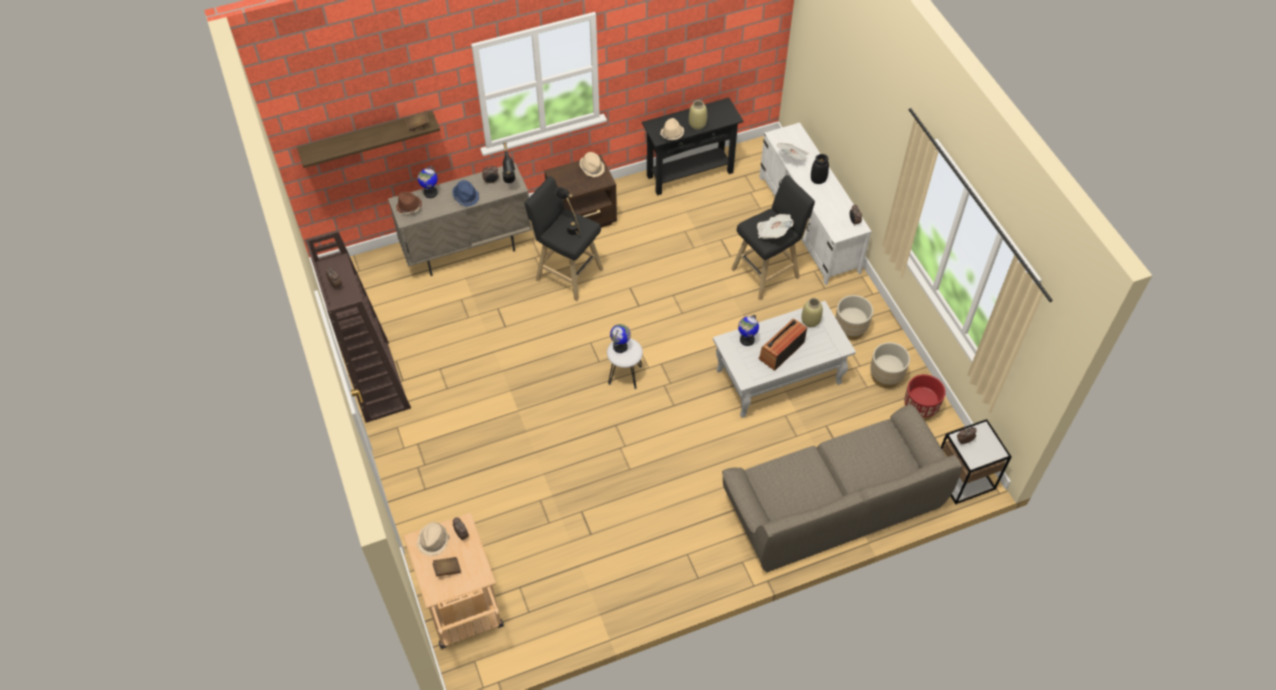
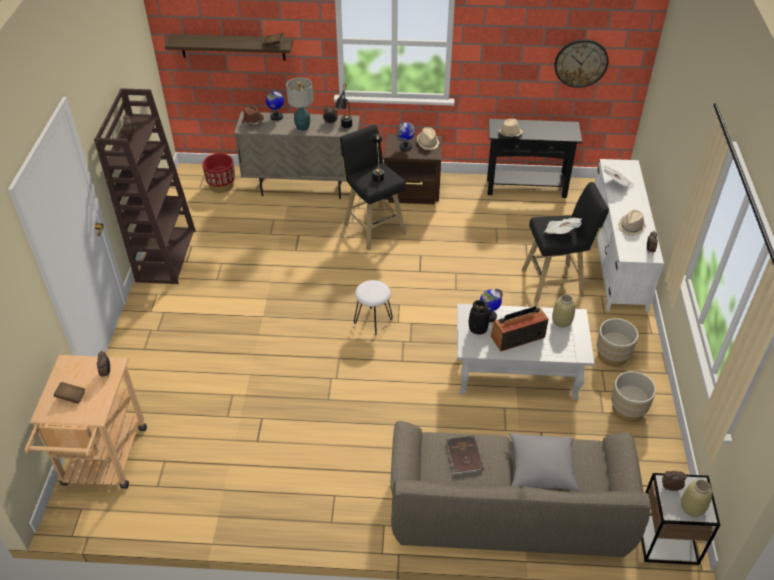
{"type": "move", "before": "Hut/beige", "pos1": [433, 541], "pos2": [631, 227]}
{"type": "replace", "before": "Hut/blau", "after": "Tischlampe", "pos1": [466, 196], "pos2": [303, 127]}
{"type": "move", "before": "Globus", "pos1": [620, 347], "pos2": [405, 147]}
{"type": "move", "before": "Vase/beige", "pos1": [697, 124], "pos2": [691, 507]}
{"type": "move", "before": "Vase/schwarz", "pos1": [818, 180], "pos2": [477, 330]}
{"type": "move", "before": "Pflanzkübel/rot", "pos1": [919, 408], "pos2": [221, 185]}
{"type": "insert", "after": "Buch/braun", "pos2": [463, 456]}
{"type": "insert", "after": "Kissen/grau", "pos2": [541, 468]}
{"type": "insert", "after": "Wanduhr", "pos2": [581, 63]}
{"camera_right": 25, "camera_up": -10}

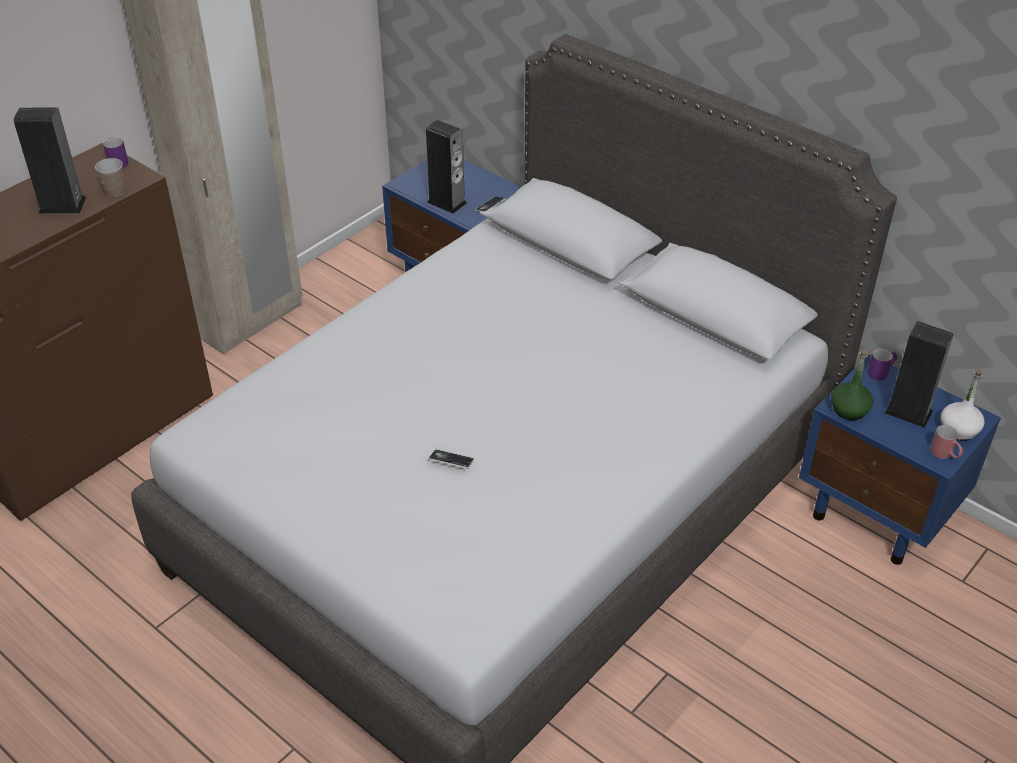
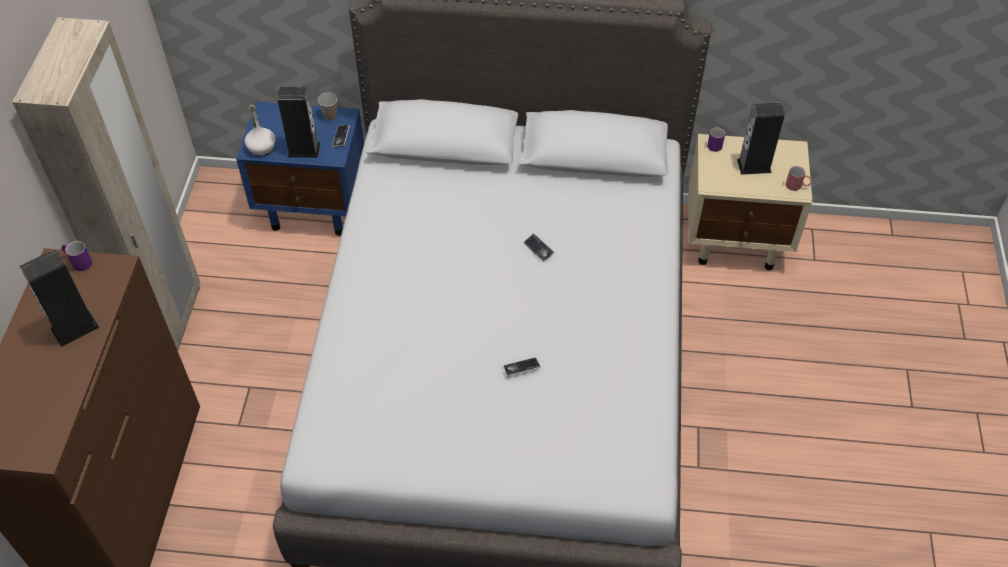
{"type": "move", "before": "Tasse", "pos1": [115, 191], "pos2": [330, 116]}
{"type": "recolor", "before": "Nachttisch/blau", "after": "Nachttisch/beige", "pos1": [878, 515], "pos2": [736, 240]}
{"type": "delete", "before": "Flasche/grün", "pos1": [849, 410]}
{"type": "move", "before": "Flasche/weiß", "pos1": [959, 430], "pos2": [262, 148]}
{"type": "insert", "after": "Handy", "pos2": [538, 249]}
{"camera_right": -35, "camera_up": 10}

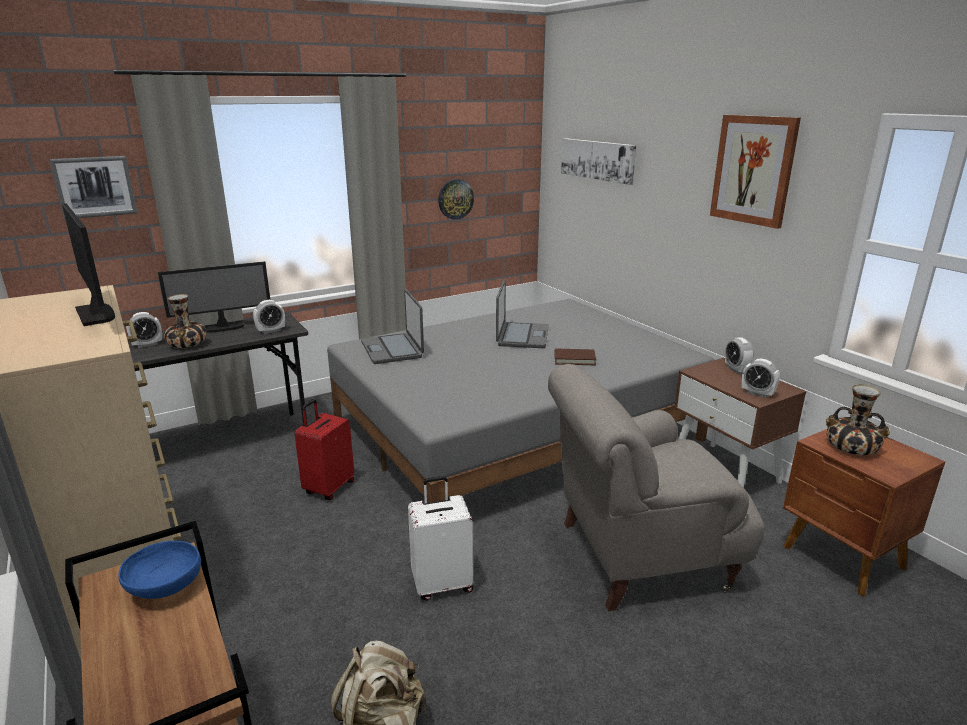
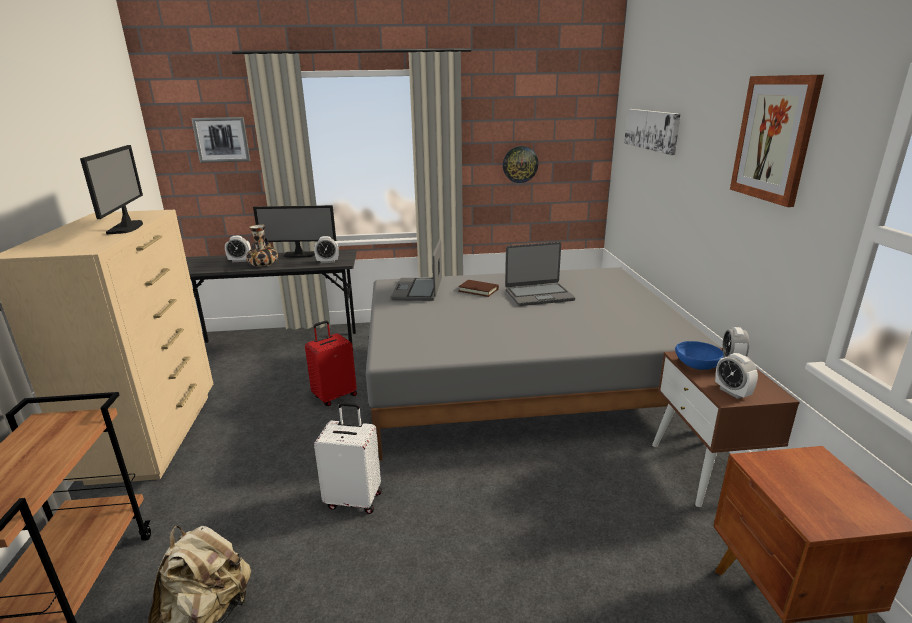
{"type": "move", "before": "Schüssel/blau", "pos1": [164, 587], "pos2": [696, 366]}
{"type": "rotate", "before": "Laptop", "pos1": [522, 336], "pos2": [539, 295], "turn": 45}
{"type": "delete", "before": "Sessel/grau", "pos1": [638, 555]}
{"type": "move", "before": "Buch/braun", "pos1": [574, 359], "pos2": [478, 290]}
{"type": "delete", "before": "Vase", "pos1": [852, 448]}
{"camera_right": 25, "camera_up": 0}

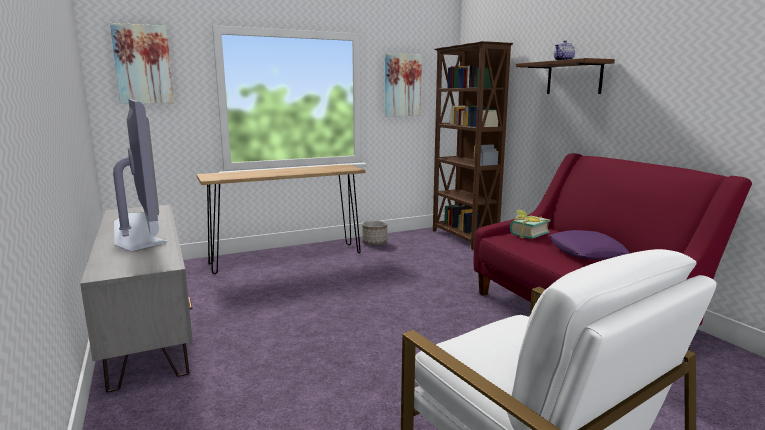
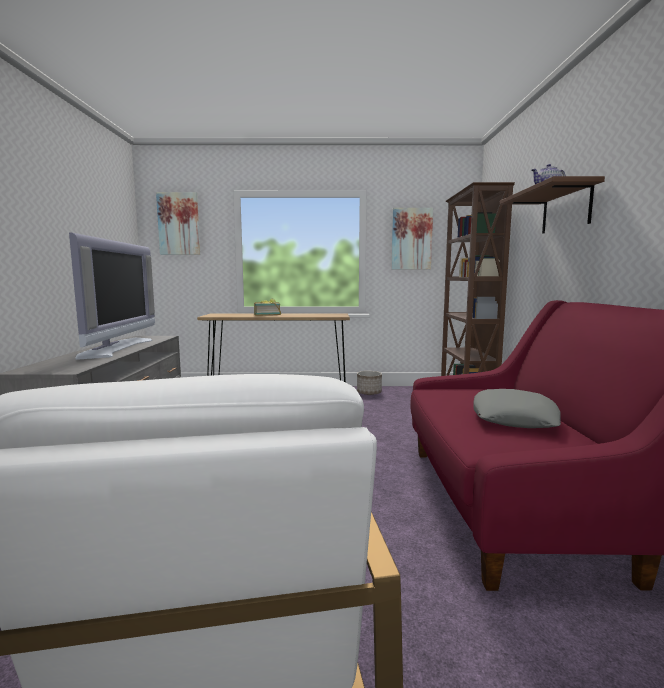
{"type": "move", "before": "Buch", "pos1": [526, 234], "pos2": [266, 314]}
{"type": "recolor", "before": "Kissen/lila", "after": "Kissen/grau", "pos1": [586, 252], "pos2": [514, 417]}
{"camera_right": 25, "camera_up": -5}

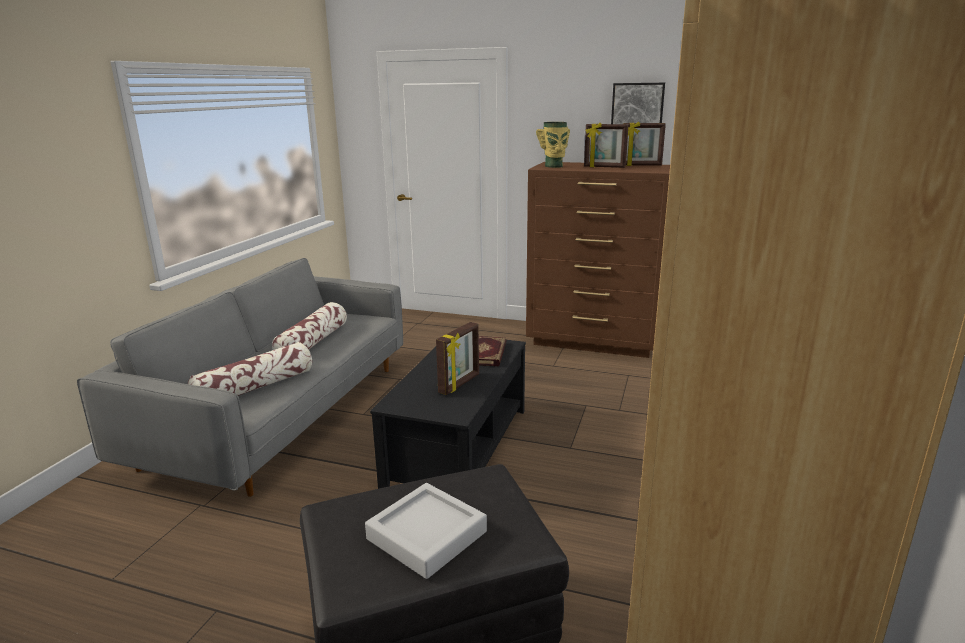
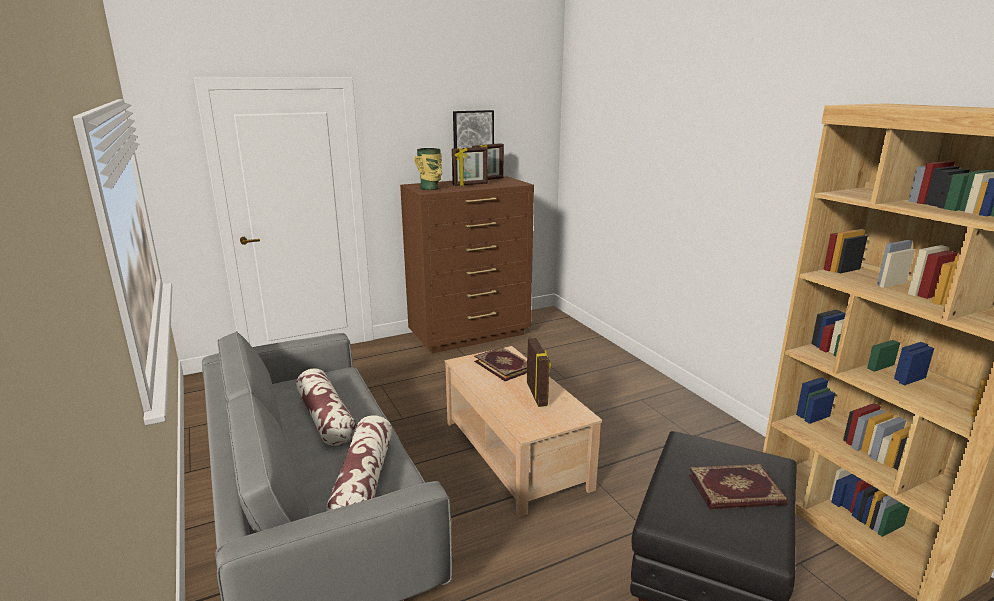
{"type": "replace", "before": "Tablett/grau", "after": "Buch", "pos1": [427, 535], "pos2": [736, 491]}
{"type": "recolor", "before": "Couchtisch/schwarz", "after": "Couchtisch/beige", "pos1": [457, 446], "pos2": [513, 454]}
{"camera_right": -45, "camera_up": 0}

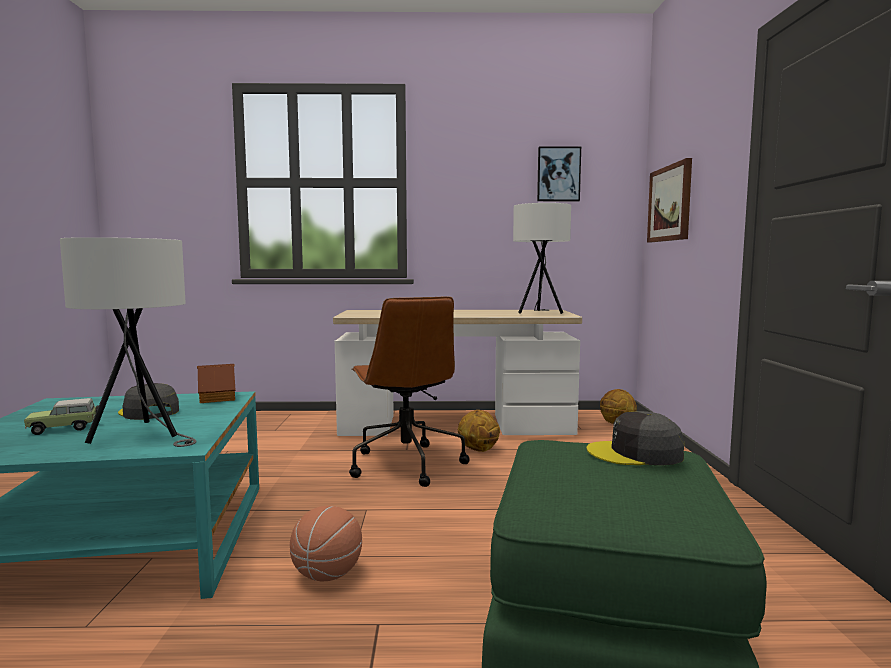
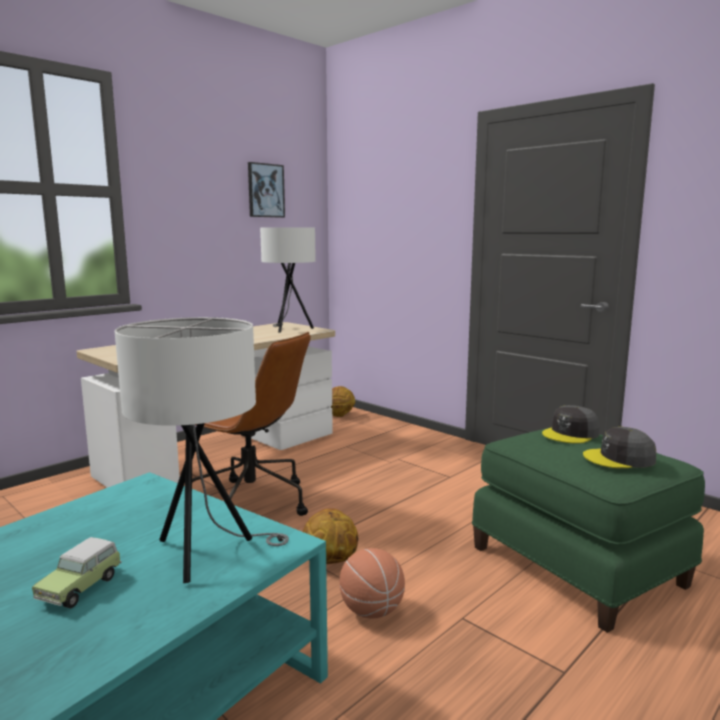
{"type": "move", "before": "Kappe/grau", "pos1": [148, 412], "pos2": [619, 458]}
{"type": "delete", "before": "Spielzeughaus", "pos1": [218, 397]}
{"type": "move", "before": "Basketball", "pos1": [478, 450], "pos2": [329, 561]}
{"type": "delete", "before": "Bild", "pos1": [670, 203]}
{"camera_right": -45, "camera_up": 5}

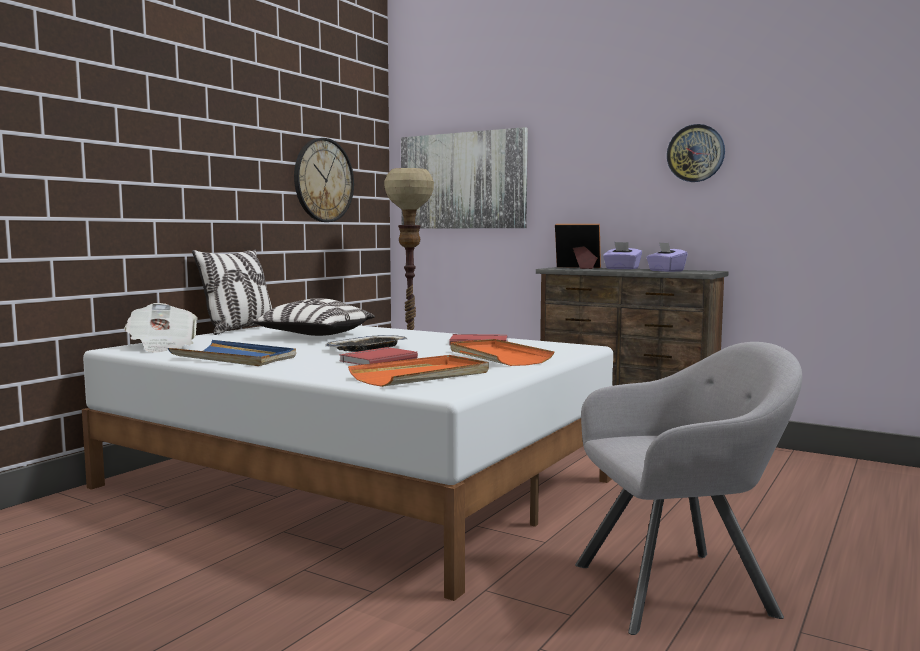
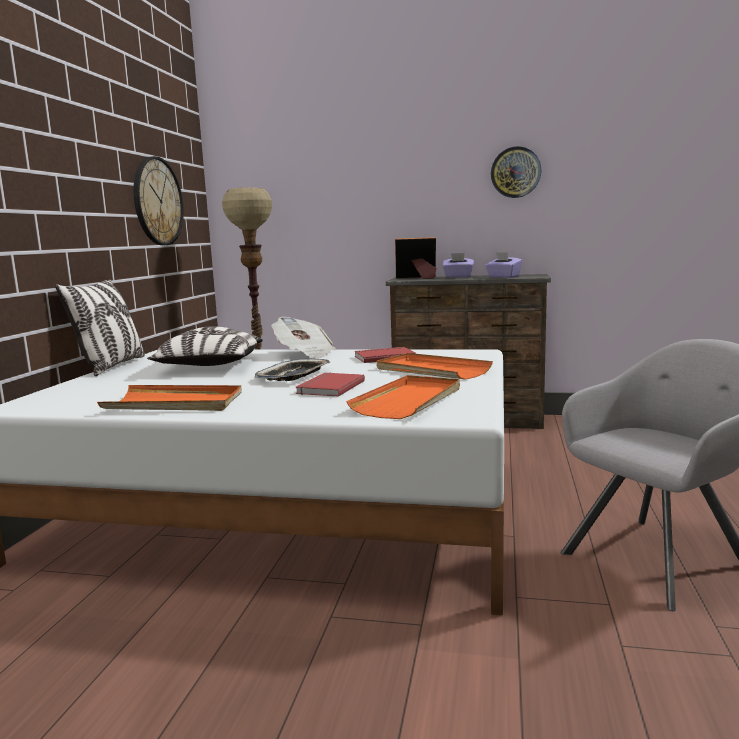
{"type": "move", "before": "Zeitung", "pos1": [162, 347], "pos2": [304, 354]}
{"type": "recolor", "before": "Tablett/blau", "after": "Tablett/orange", "pos1": [234, 358], "pos2": [174, 403]}
{"type": "delete", "before": "Bild", "pos1": [462, 181]}
{"camera_right": -20, "camera_up": 5}

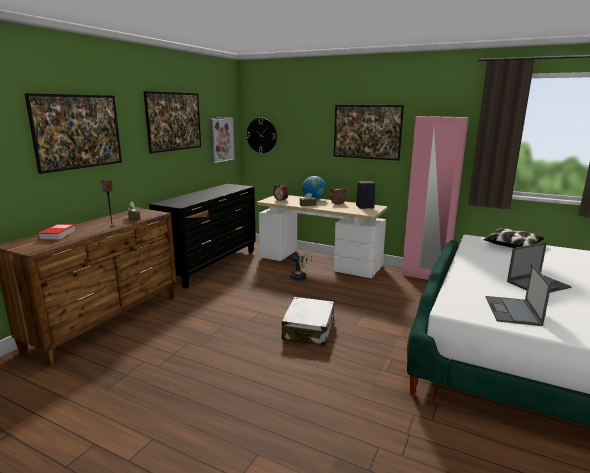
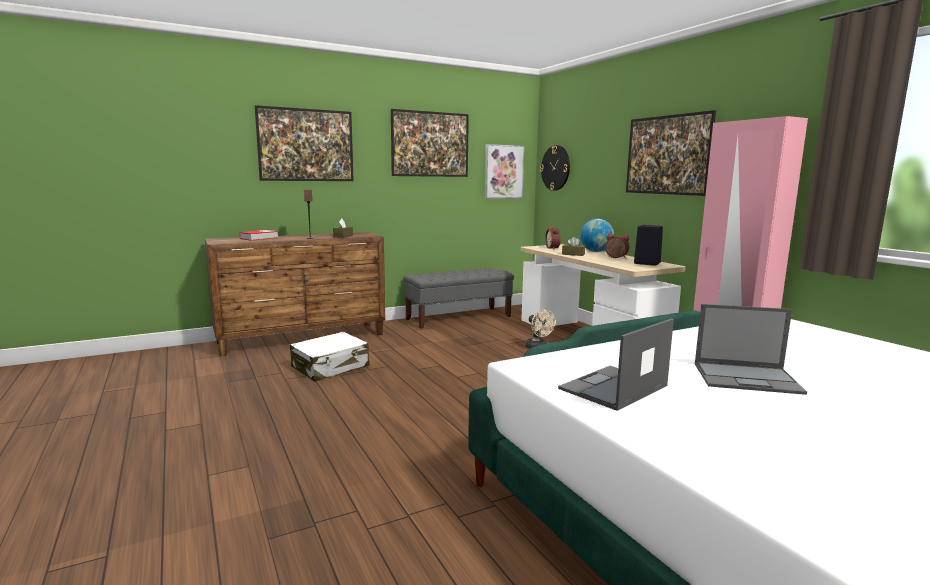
{"type": "replace", "before": "Kommode/schwarz", "after": "Bank/grau", "pos1": [211, 265], "pos2": [459, 318]}
{"type": "move", "before": "Koffer/weiß", "pos1": [308, 329], "pos2": [330, 367]}
{"type": "delete", "before": "Kissen", "pos1": [513, 245]}
{"camera_right": 35, "camera_up": -5}

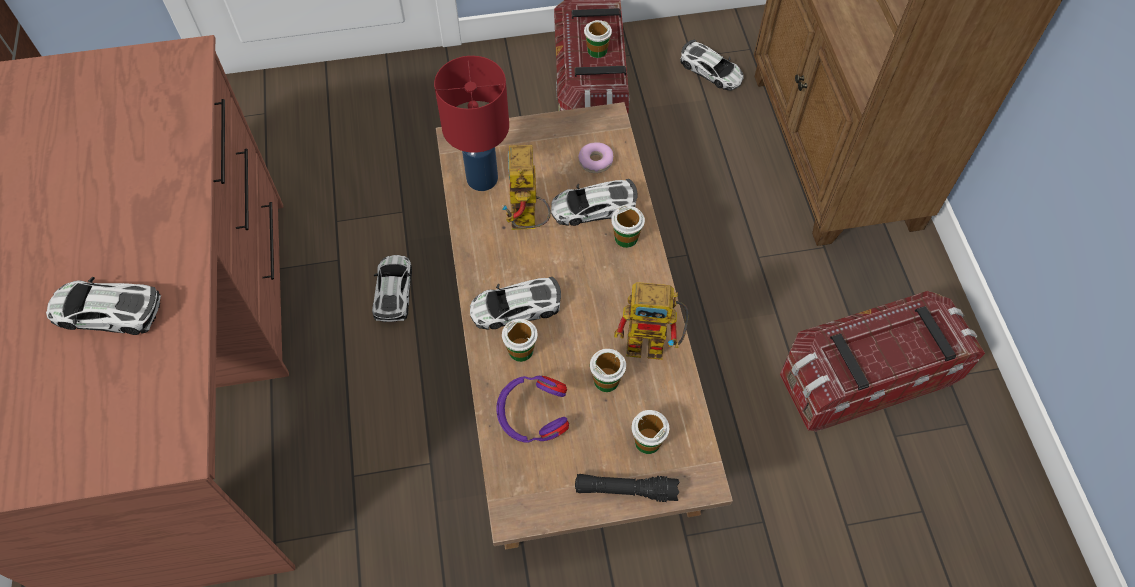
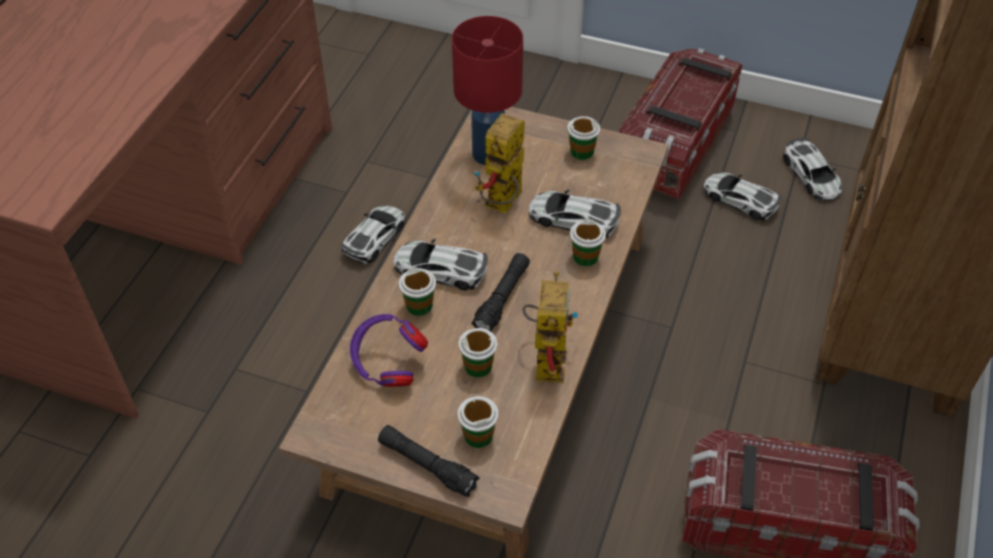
{"type": "move", "before": "Spielzeugauto", "pos1": [107, 311], "pos2": [739, 199]}
{"type": "delete", "before": "Donut", "pos1": [595, 161]}
{"type": "move", "before": "Tasse", "pos1": [597, 50], "pos2": [581, 151]}
{"type": "rotate", "before": "Spielzeugroboter", "pos1": [654, 343], "pos2": [546, 356], "turn": -120}
{"type": "insert", "after": "Taschenlampe/schwarz", "pos2": [502, 299]}
{"camera_right": 30, "camera_up": -10}

